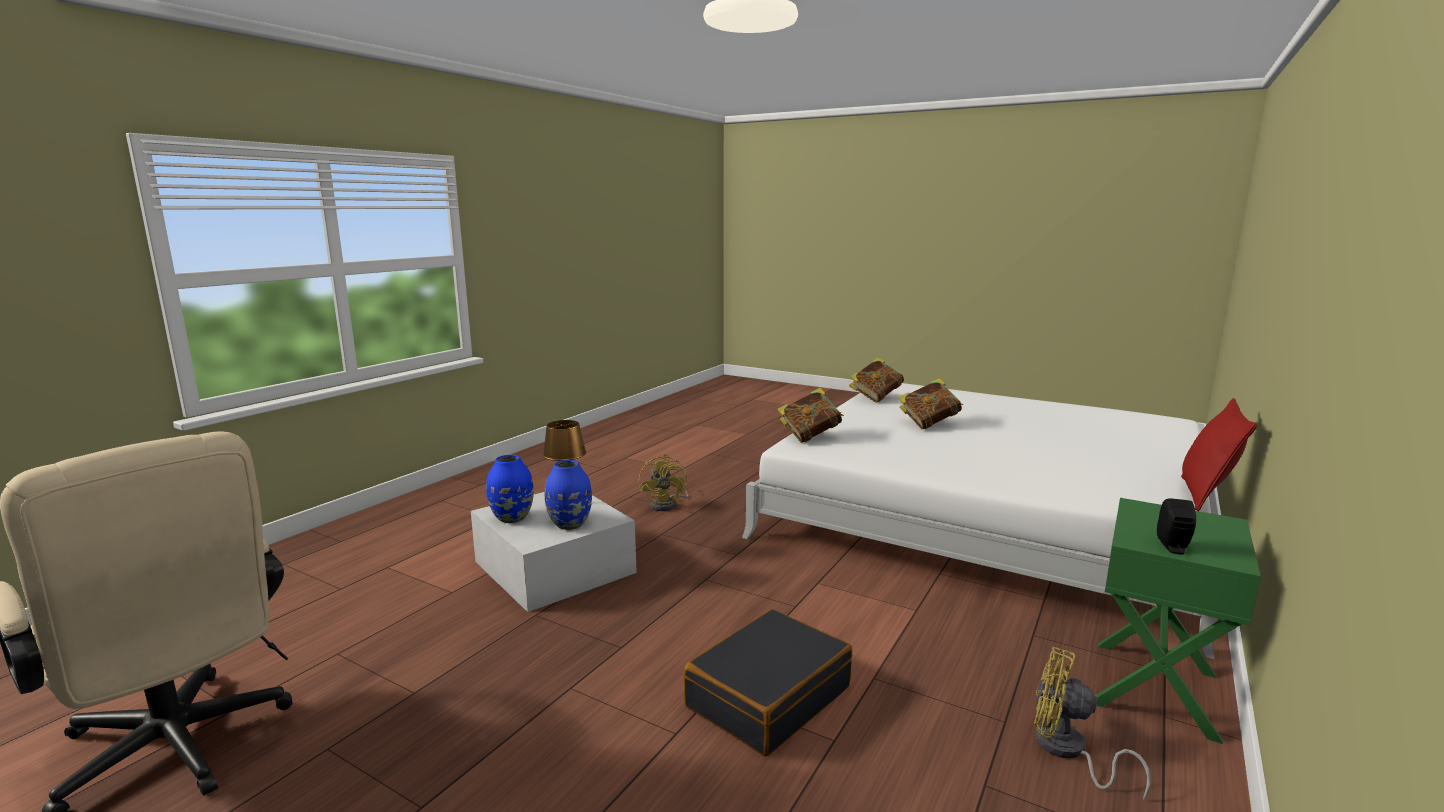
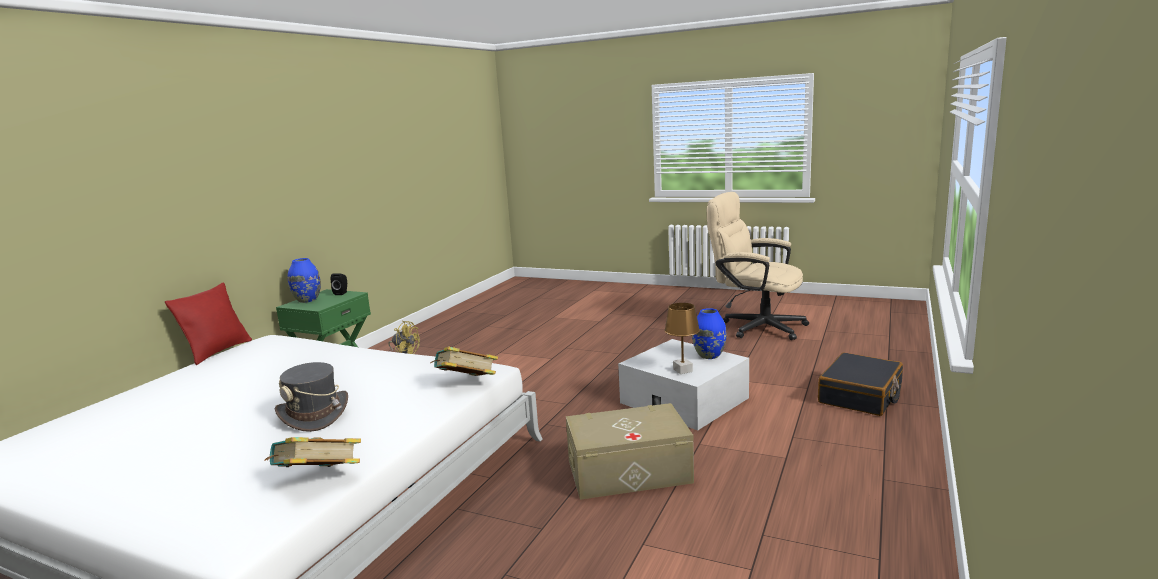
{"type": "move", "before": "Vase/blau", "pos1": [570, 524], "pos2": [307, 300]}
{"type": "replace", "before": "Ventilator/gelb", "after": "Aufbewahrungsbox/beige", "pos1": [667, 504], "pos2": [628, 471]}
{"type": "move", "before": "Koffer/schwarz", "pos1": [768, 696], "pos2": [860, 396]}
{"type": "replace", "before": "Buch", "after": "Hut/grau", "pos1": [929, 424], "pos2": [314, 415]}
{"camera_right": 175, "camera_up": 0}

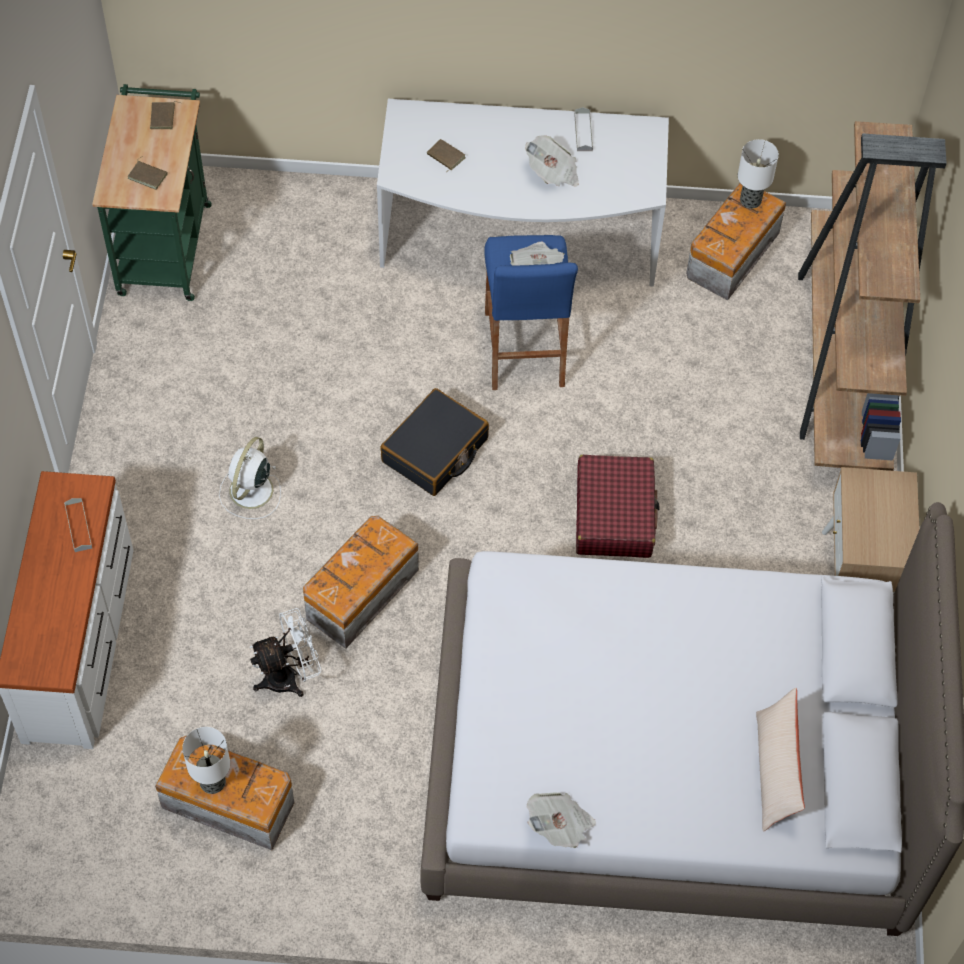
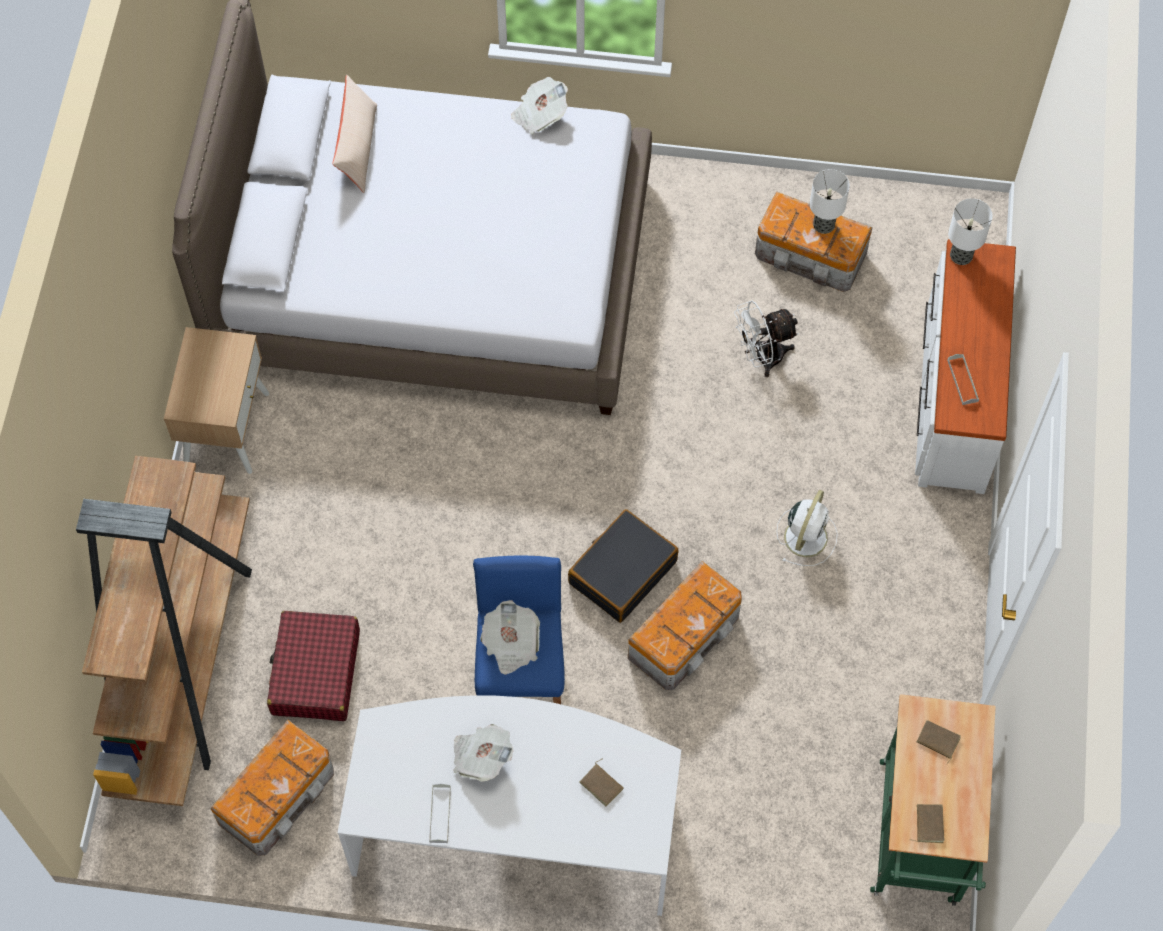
{"type": "move", "before": "Aufbewahrungsbox", "pos1": [359, 594], "pos2": [686, 636]}
{"type": "move", "before": "Koffer/rot", "pos1": [614, 515], "pos2": [315, 673]}
{"type": "move", "before": "Tischlampe", "pos1": [751, 201], "pos2": [961, 255]}
{"camera_right": -175, "camera_up": 5}

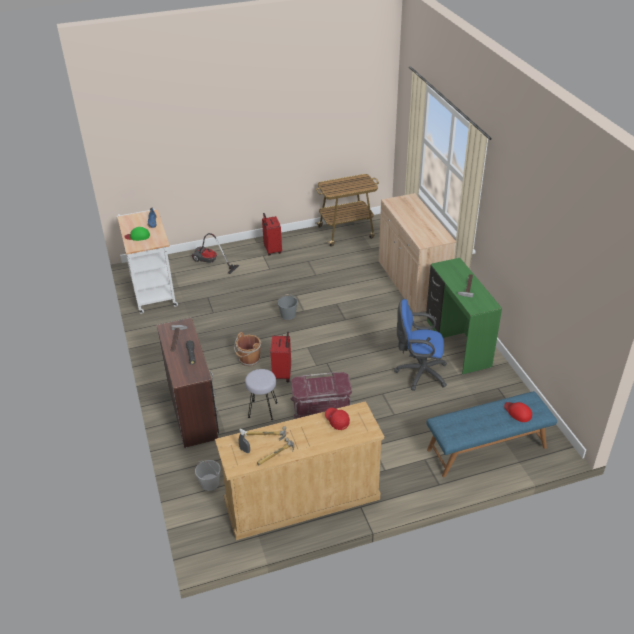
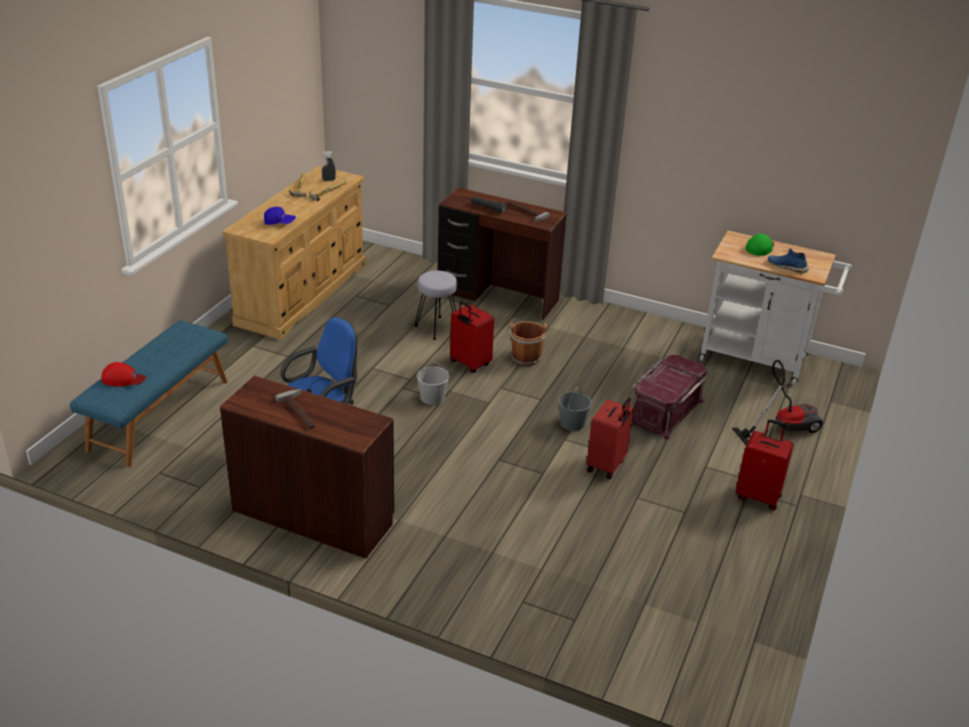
{"type": "move", "before": "Eimer/weiß", "pos1": [209, 483], "pos2": [433, 397]}
{"type": "move", "before": "Aufbewahrungsbox/rot", "pos1": [321, 406], "pos2": [665, 411]}
{"type": "delete", "before": "Rollwagen", "pos1": [346, 232]}
{"type": "recolor", "before": "Kappe/rot", "after": "Kappe/blau", "pos1": [337, 421], "pos2": [279, 222]}
{"type": "delete", "before": "Schrank/beige", "pos1": [412, 284]}
{"type": "recolor", "before": "Schreibtisch/grün", "after": "Schreibtisch/braun", "pos1": [457, 343], "pos2": [313, 515]}
{"type": "insert", "after": "Koffer/rot", "pos2": [607, 466]}
{"camera_right": 130, "camera_up": -5}

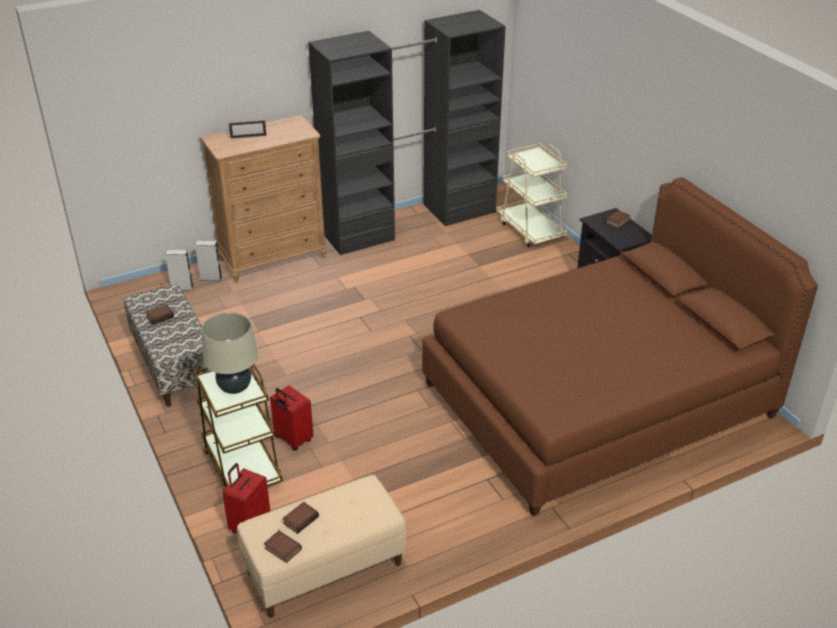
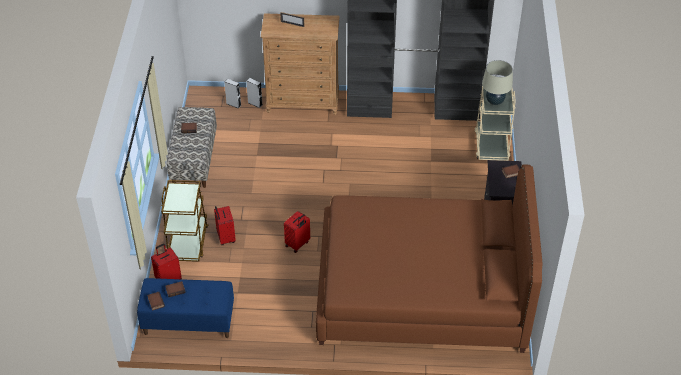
{"type": "move", "before": "Tischlampe/beige", "pos1": [235, 387], "pos2": [495, 101]}
{"type": "recolor", "before": "Bank/beige", "after": "Bank/blau", "pos1": [324, 569], "pos2": [188, 321]}
{"type": "insert", "after": "Koffer/rot", "pos2": [298, 244]}
{"camera_right": 30, "camera_up": 10}

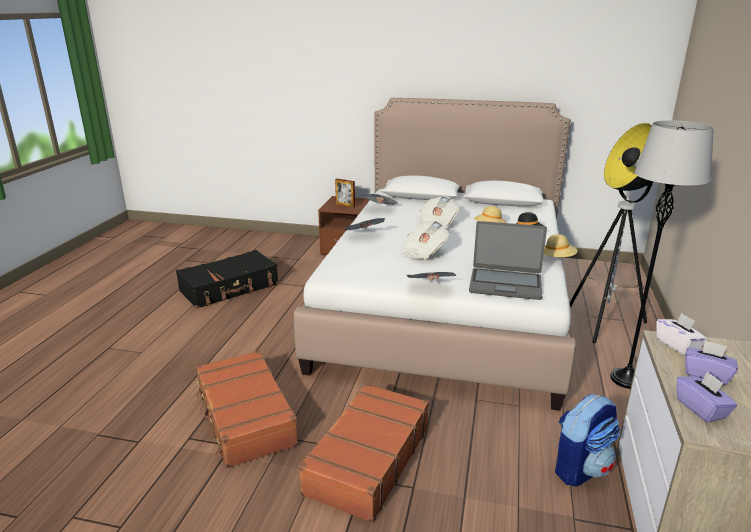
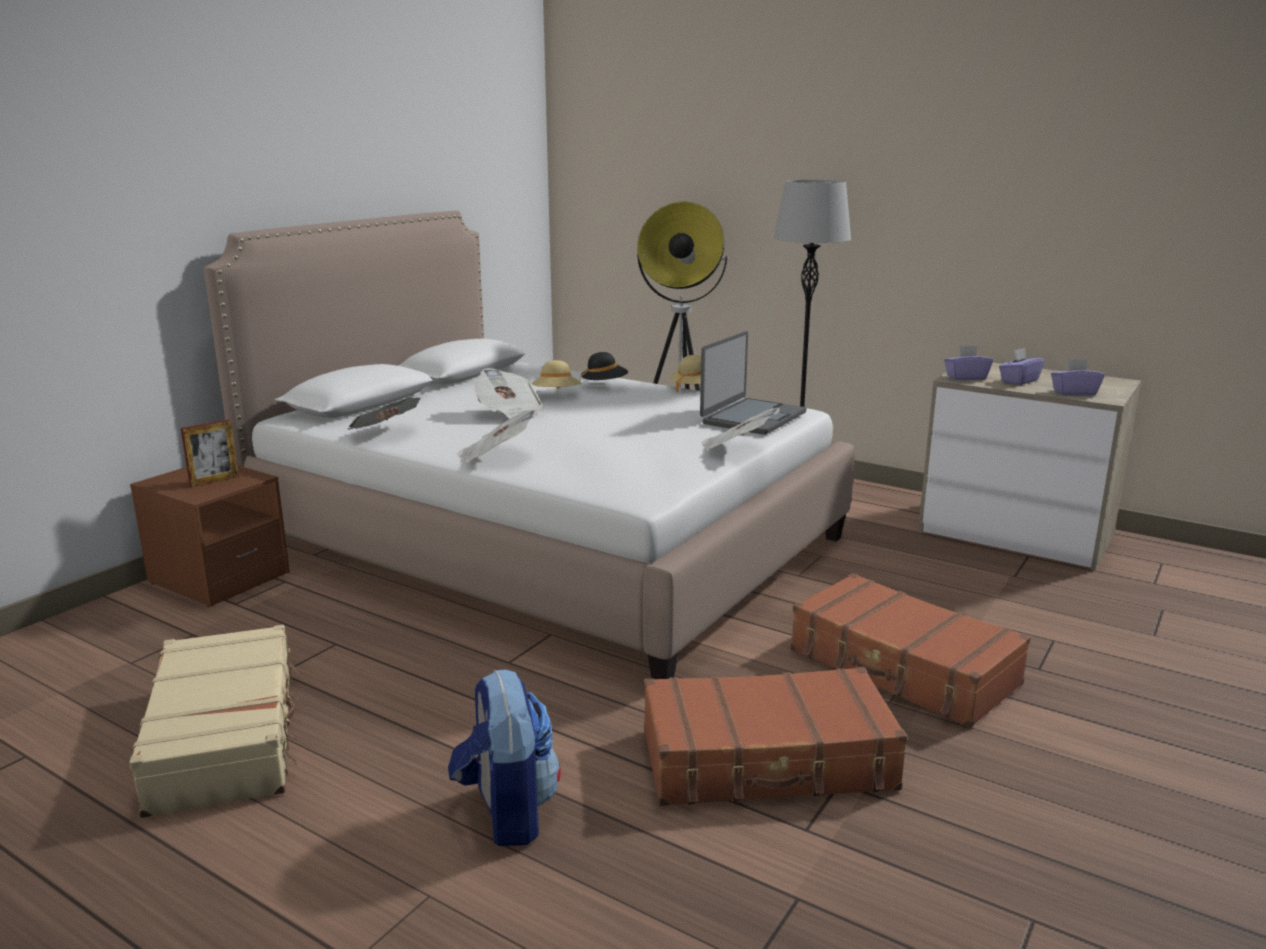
{"type": "recolor", "before": "Koffer/schwarz", "after": "Koffer/beige", "pos1": [230, 288], "pos2": [226, 736]}
{"type": "delete", "before": "Zeitung", "pos1": [423, 252]}
{"type": "move", "before": "Rucksack", "pos1": [580, 468], "pos2": [506, 812]}
{"type": "recolor", "before": "Taschentuchbox/weiß", "after": "Taschentuchbox/lila", "pos1": [677, 345], "pos2": [966, 377]}
{"camera_right": -70, "camera_up": -5}

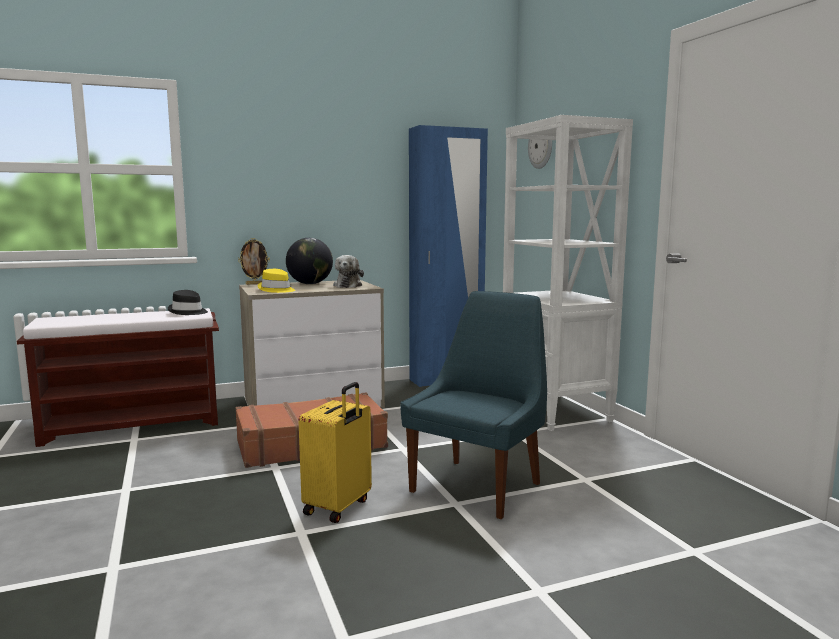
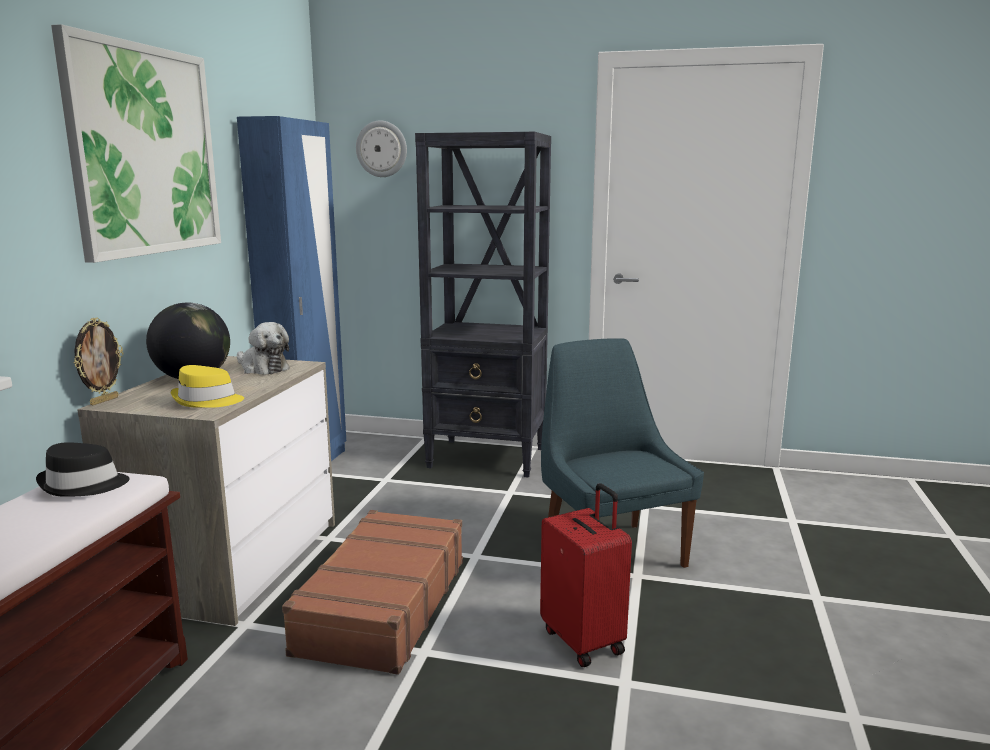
{"type": "recolor", "before": "Koffer/gelb", "after": "Koffer/rot", "pos1": [338, 507], "pos2": [584, 640]}
{"type": "recolor", "before": "Bücherregal/weiß", "after": "Bücherregal/schwarz", "pos1": [555, 412], "pos2": [488, 458]}
{"type": "insert", "after": "Bild", "pos2": [145, 151]}
{"camera_right": -55, "camera_up": 5}

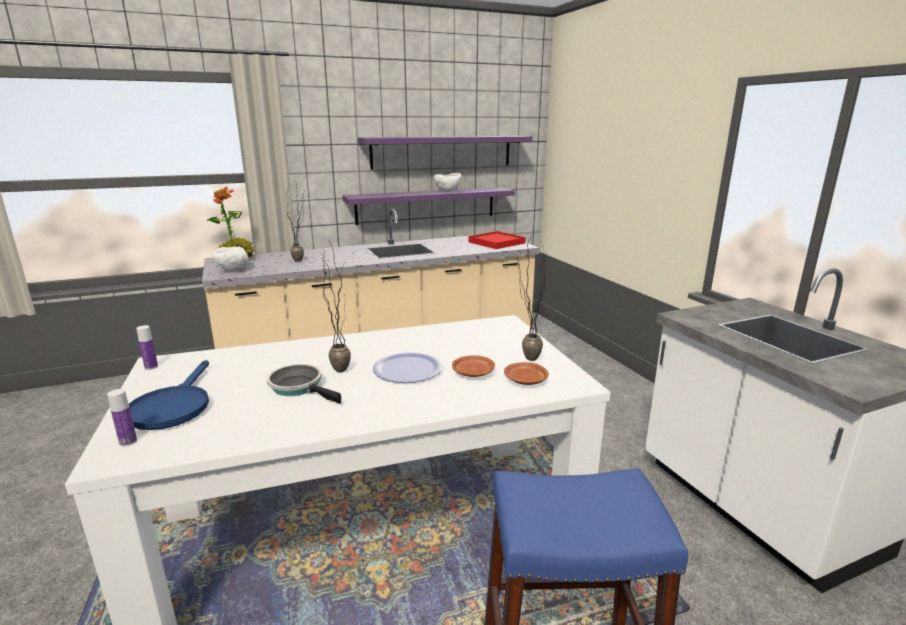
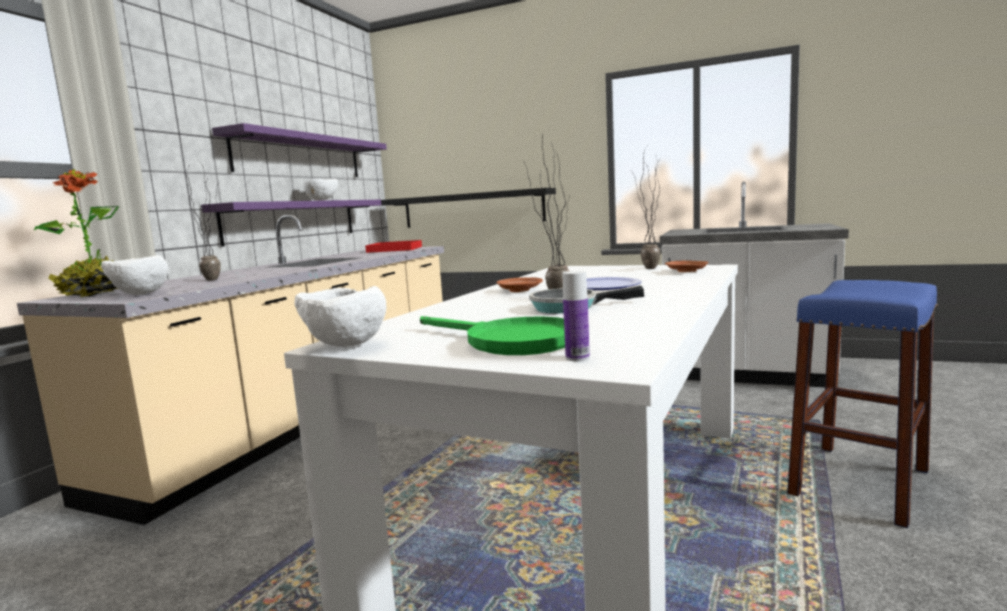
{"type": "recolor", "before": "Pfanne/blau", "after": "Pfanne/grün", "pos1": [173, 406], "pos2": [509, 341]}
{"type": "replace", "before": "Flasche", "after": "Schüssel/weiß", "pos1": [151, 367], "pos2": [344, 347]}
{"type": "move", "before": "Teller/braun", "pos1": [473, 372], "pos2": [519, 290]}
{"type": "insert", "after": "Wandregal/schwarz", "pos2": [472, 209]}
{"camera_right": -45, "camera_up": -10}

